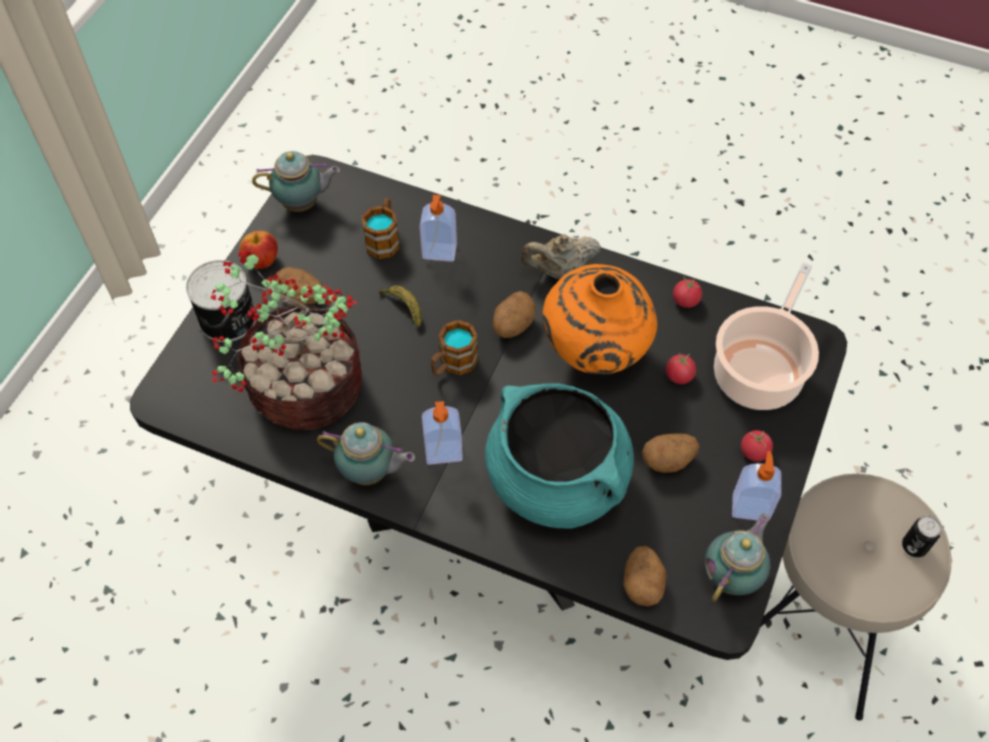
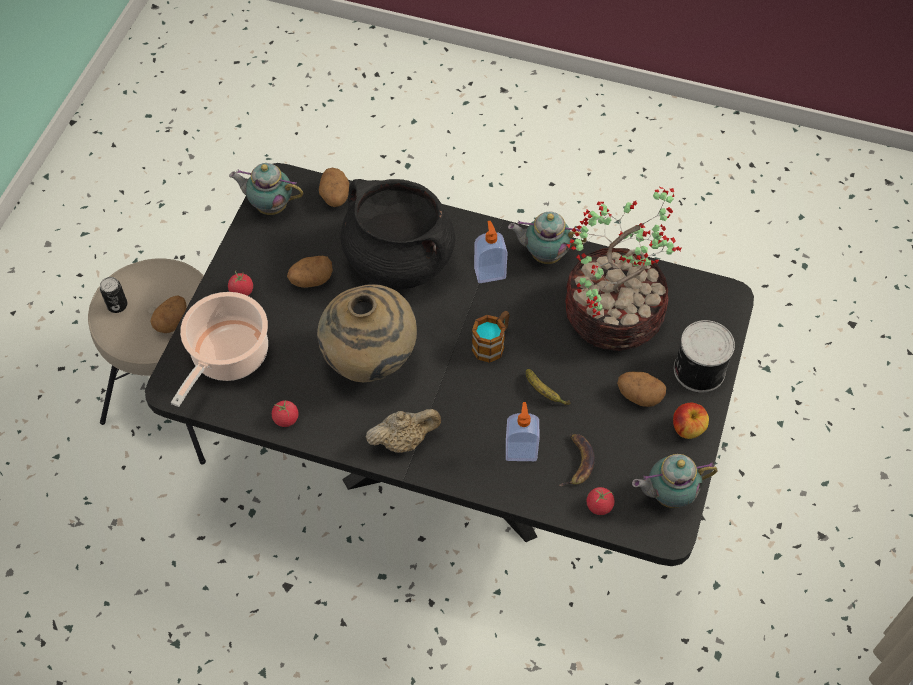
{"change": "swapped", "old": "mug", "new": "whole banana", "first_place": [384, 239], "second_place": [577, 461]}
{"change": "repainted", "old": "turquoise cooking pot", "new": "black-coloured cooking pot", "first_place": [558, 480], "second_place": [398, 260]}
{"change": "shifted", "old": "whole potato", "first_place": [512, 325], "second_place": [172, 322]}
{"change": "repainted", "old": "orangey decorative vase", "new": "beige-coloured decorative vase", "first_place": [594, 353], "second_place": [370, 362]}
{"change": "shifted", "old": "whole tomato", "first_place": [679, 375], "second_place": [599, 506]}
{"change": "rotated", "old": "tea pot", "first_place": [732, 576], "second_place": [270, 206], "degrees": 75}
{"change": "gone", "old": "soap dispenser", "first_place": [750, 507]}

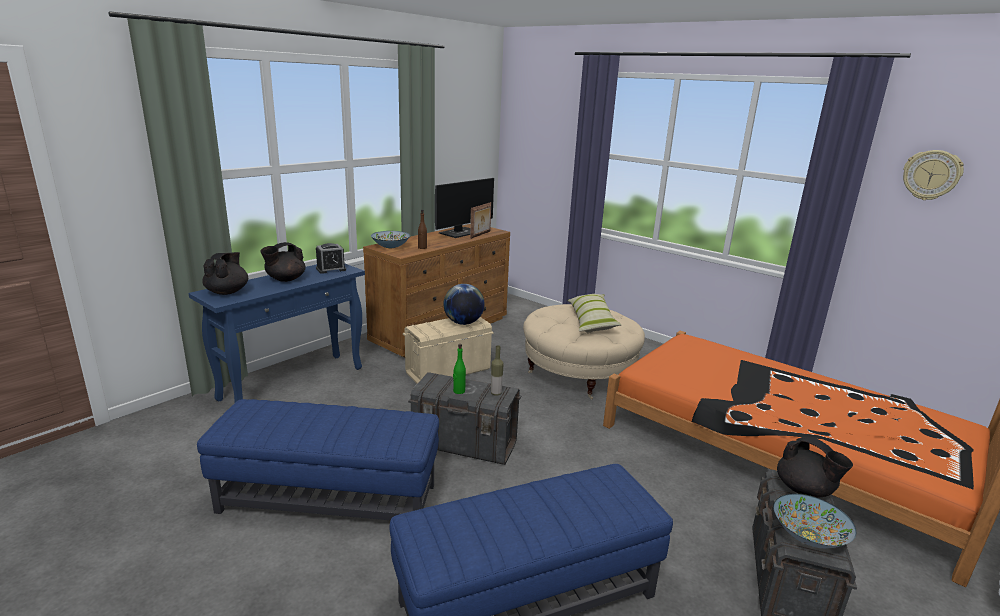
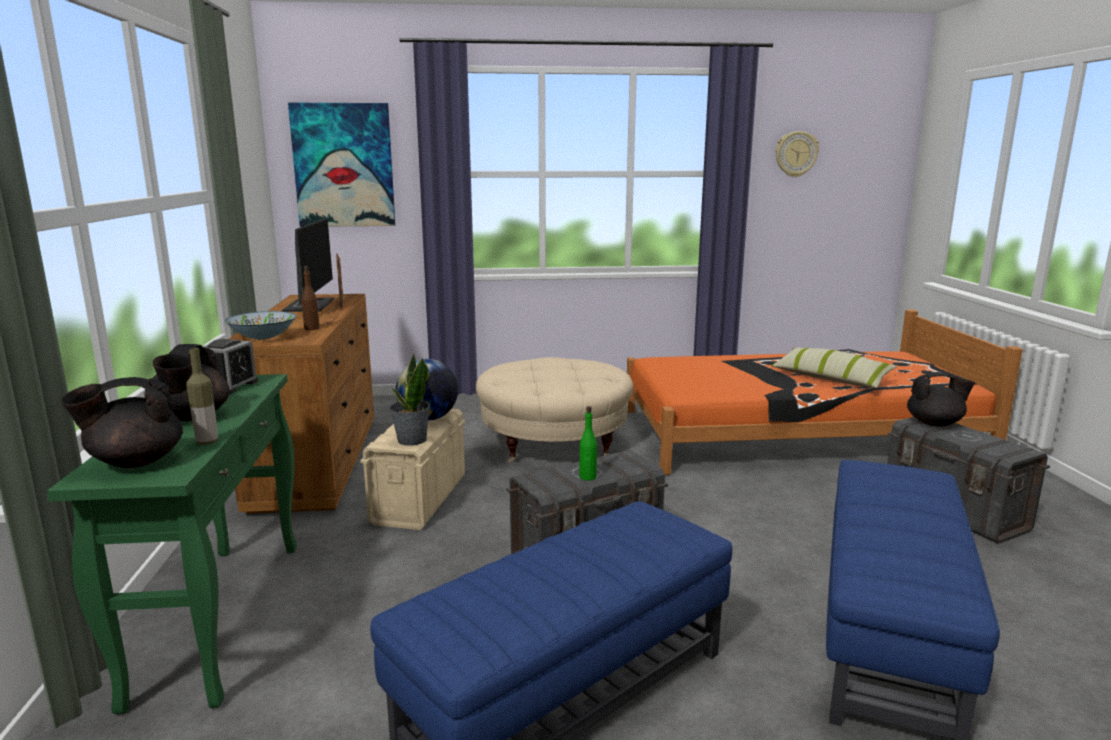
{"change": "repainted", "old": "blue-coloured console table", "new": "greenish console table", "first_place": [293, 383], "second_place": [221, 616]}
{"change": "rotated", "old": "black-coloured tea pot", "first_place": [227, 292], "second_place": [135, 461], "degrees": -75}
{"change": "shifted", "old": "beverage bottle", "first_place": [496, 393], "second_place": [207, 442]}
{"change": "shifted", "old": "pillow", "first_place": [591, 321], "second_place": [831, 378]}
{"change": "gone", "old": "deep dish", "first_place": [808, 536]}
{"change": "new", "new": "picture", "second_place": [343, 165]}
{"change": "new", "new": "potted plant", "second_place": [411, 440]}

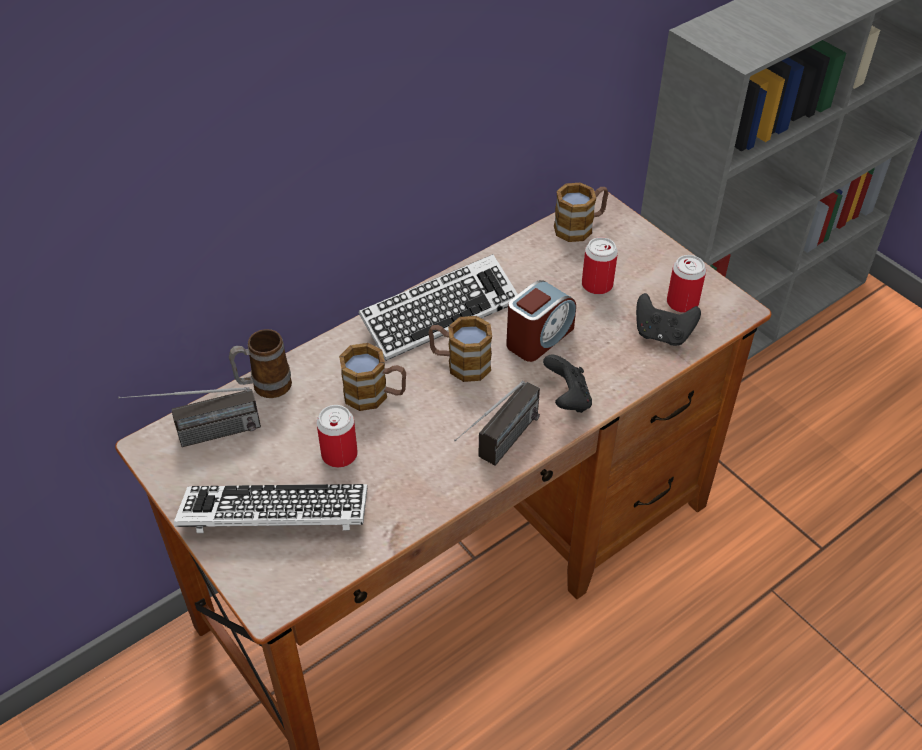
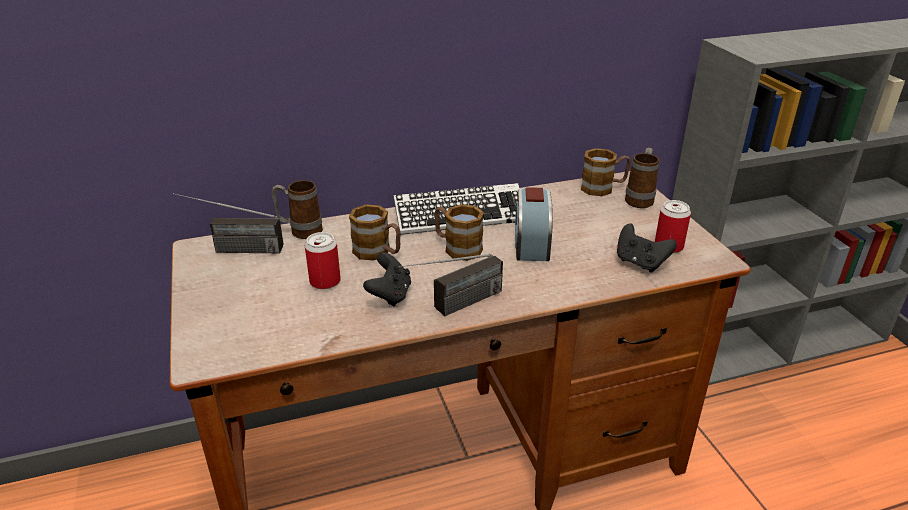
{"change": "gone", "old": "PC keyboard", "first_place": [275, 515]}
{"change": "rotated", "old": "bedside clock", "first_place": [539, 338], "second_place": [531, 244], "degrees": 120}
{"change": "shifted", "old": "black-coloured game controller", "first_place": [567, 399], "second_place": [390, 295]}
{"change": "gone", "old": "metal can", "first_place": [597, 285]}
{"change": "new", "new": "mug", "second_place": [640, 199]}

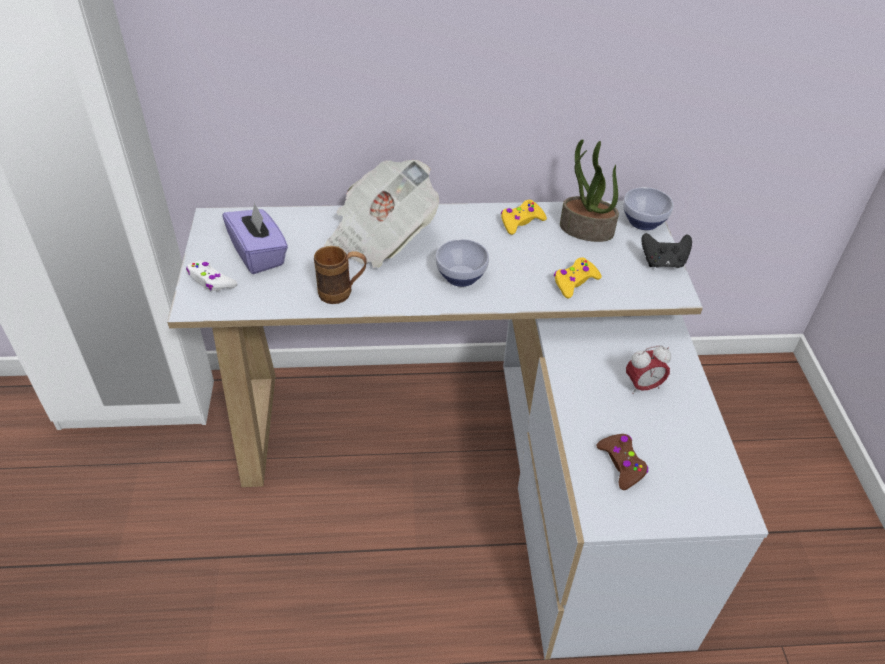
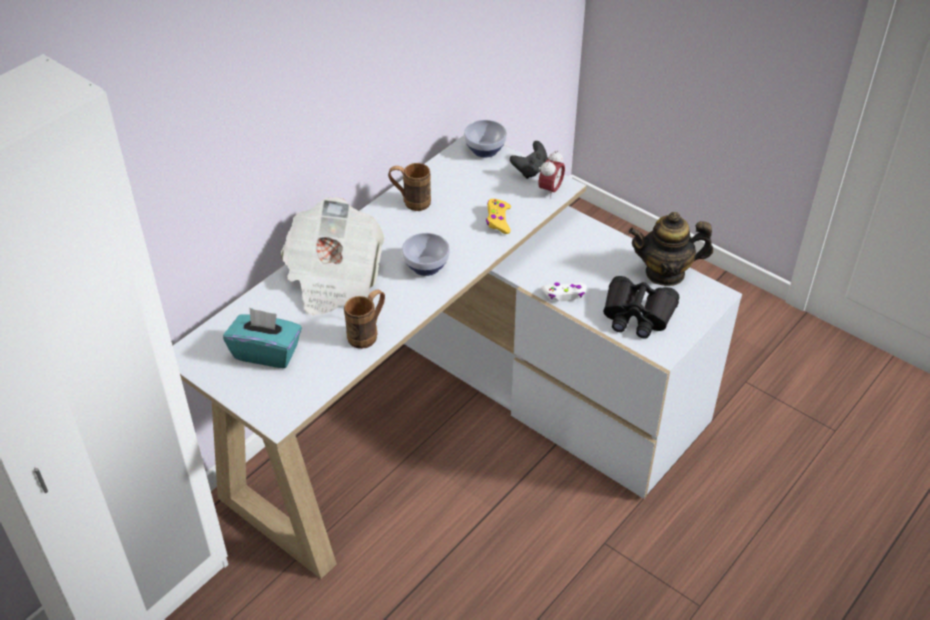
{"change": "shifted", "old": "white game controller", "first_place": [211, 281], "second_place": [564, 295]}
{"change": "repainted", "old": "purple-coloured box of tissues", "new": "turquoise box of tissues", "first_place": [259, 254], "second_place": [266, 352]}
{"change": "swapped", "old": "yellow-coloured game controller", "new": "brown-coloured mug", "first_place": [521, 222], "second_place": [410, 202]}
{"change": "gone", "old": "potted plant", "first_place": [585, 230]}
{"change": "swapped", "old": "brown-coloured game controller", "new": "black-coloured pair of binoculars", "first_place": [621, 464], "second_place": [637, 315]}
{"change": "shifted", "old": "bedside clock", "first_place": [642, 386], "second_place": [550, 190]}
{"change": "new", "new": "tea pot", "second_place": [665, 273]}

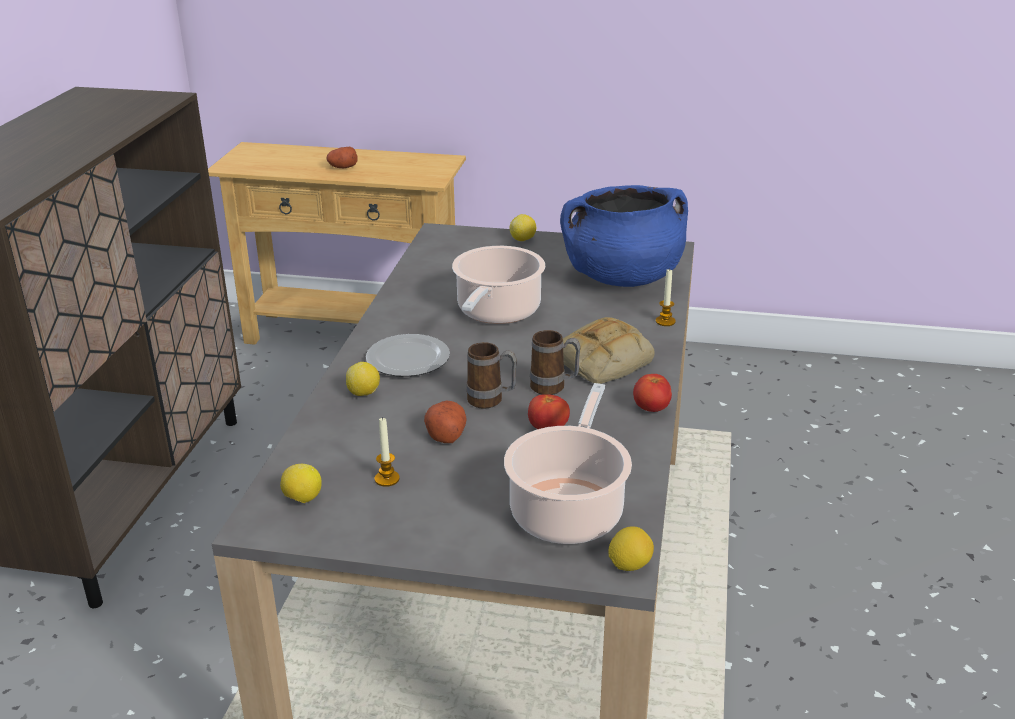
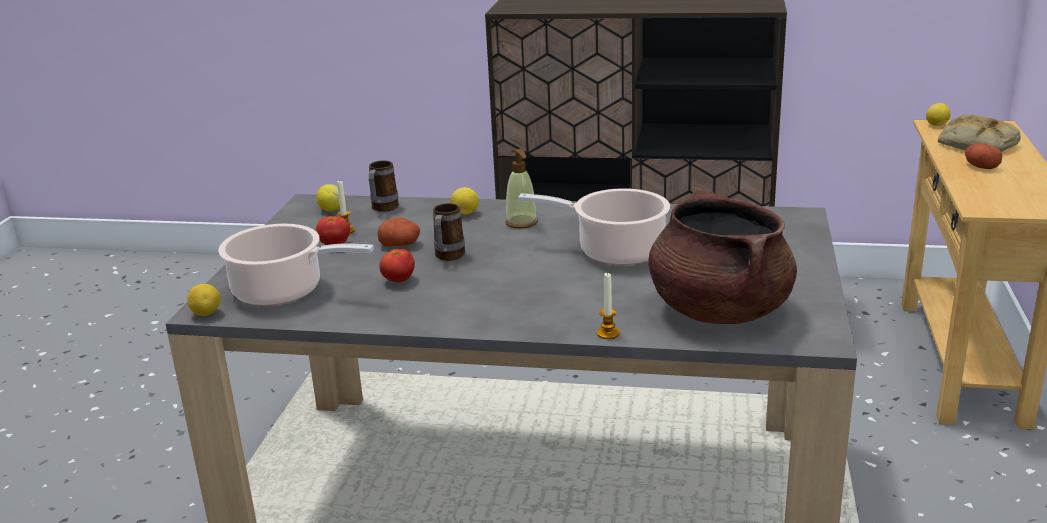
{"change": "swapped", "old": "flat dish", "new": "soap dispenser", "first_place": [407, 358], "second_place": [521, 223]}
{"change": "shifted", "old": "citrus fruit", "first_place": [523, 240], "second_place": [937, 125]}
{"change": "shifted", "old": "mug", "first_place": [554, 388], "second_place": [382, 209]}
{"change": "repainted", "old": "blue-coloured cooking pot", "new": "brown-coloured cooking pot", "first_place": [622, 277], "second_place": [718, 310]}
{"change": "shifted", "old": "bakery bread", "first_place": [603, 361], "second_place": [975, 144]}
{"change": "shifted", "old": "whole tomato", "first_place": [651, 409], "second_place": [334, 245]}

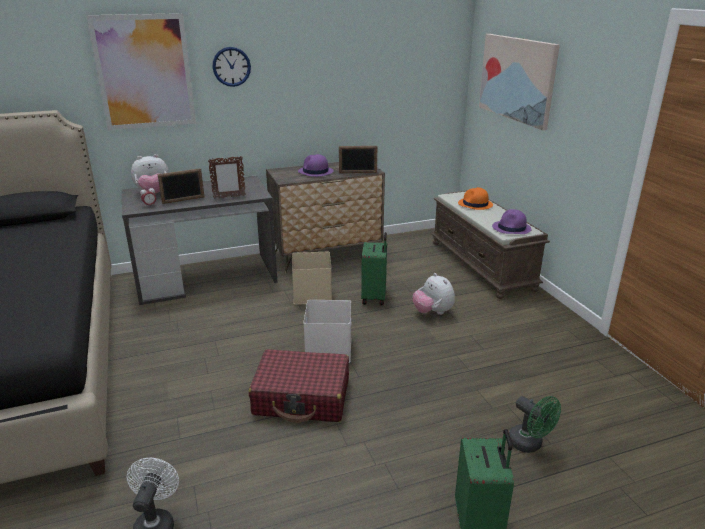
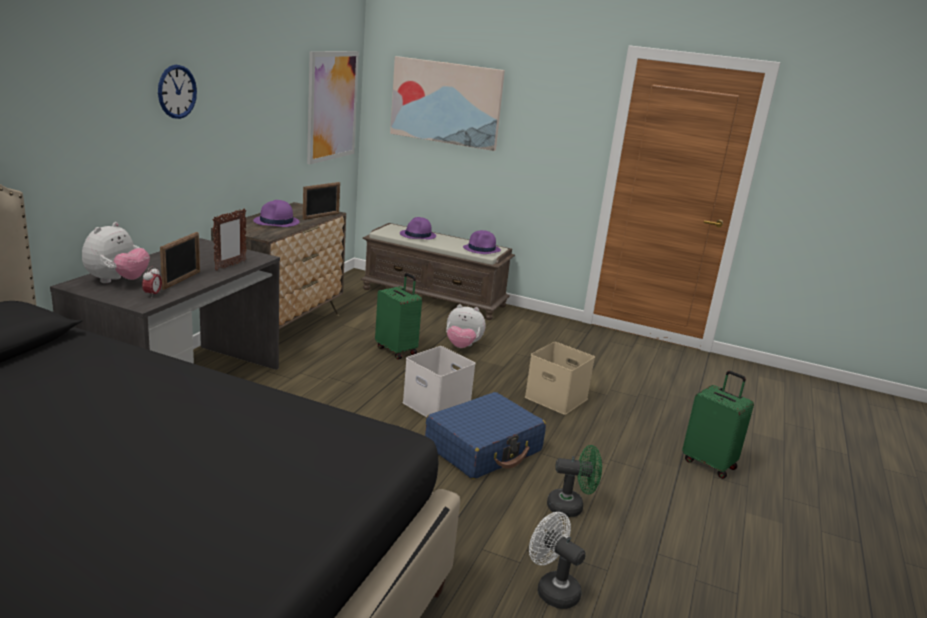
{"change": "shifted", "old": "picture", "first_place": [144, 72], "second_place": [332, 106]}
{"change": "repainted", "old": "red-coloured travel case", "new": "blue-coloured travel case", "first_place": [302, 397], "second_place": [484, 448]}
{"change": "shifted", "old": "beige-coloured storage container", "first_place": [313, 294], "second_place": [557, 398]}
{"change": "repainted", "old": "orangey clothing hat", "new": "purple-coloured clothing hat", "first_place": [475, 204], "second_place": [418, 235]}
{"change": "shifted", "old": "greenish fan", "first_place": [529, 444], "second_place": [571, 507]}

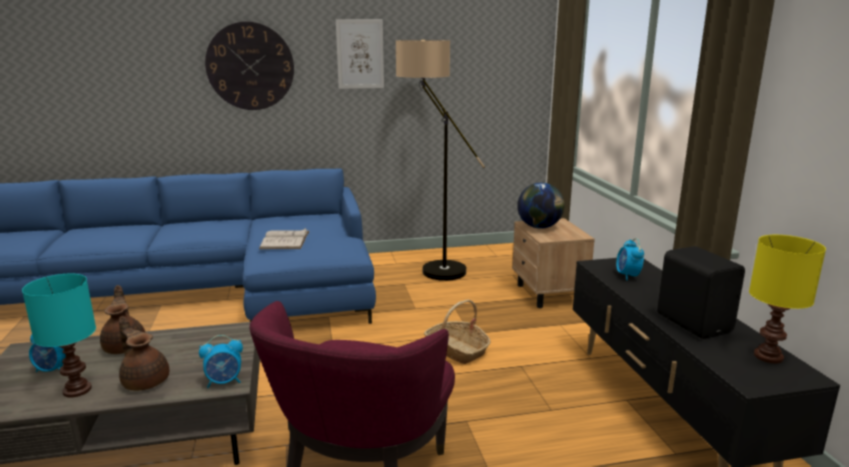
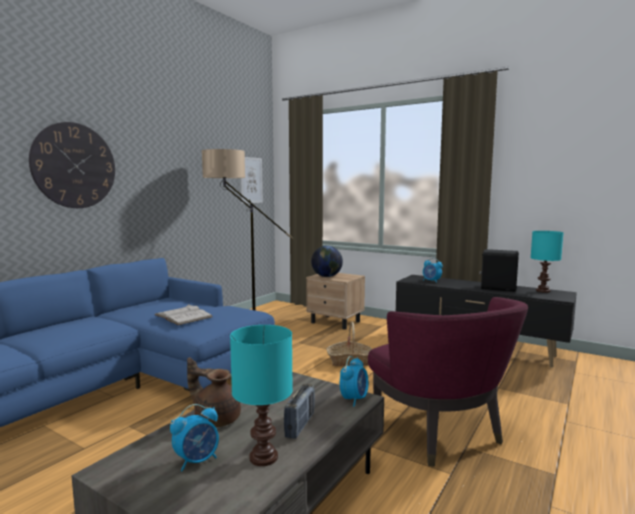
{"change": "swapped", "old": "brown-coloured tea pot", "new": "radio", "first_place": [145, 380], "second_place": [300, 425]}
{"change": "shifted", "old": "picture", "first_place": [360, 54], "second_place": [251, 180]}
{"change": "repainted", "old": "yellow-coloured tabletop lamp", "new": "turquoise tabletop lamp", "first_place": [768, 356], "second_place": [542, 291]}

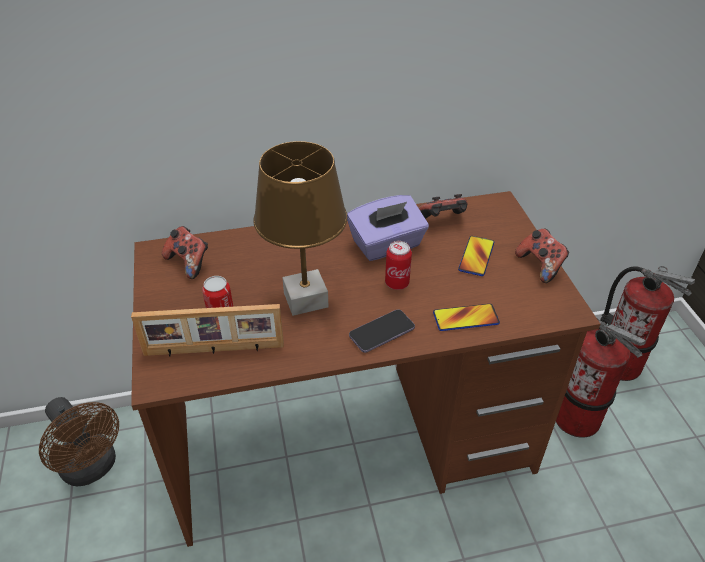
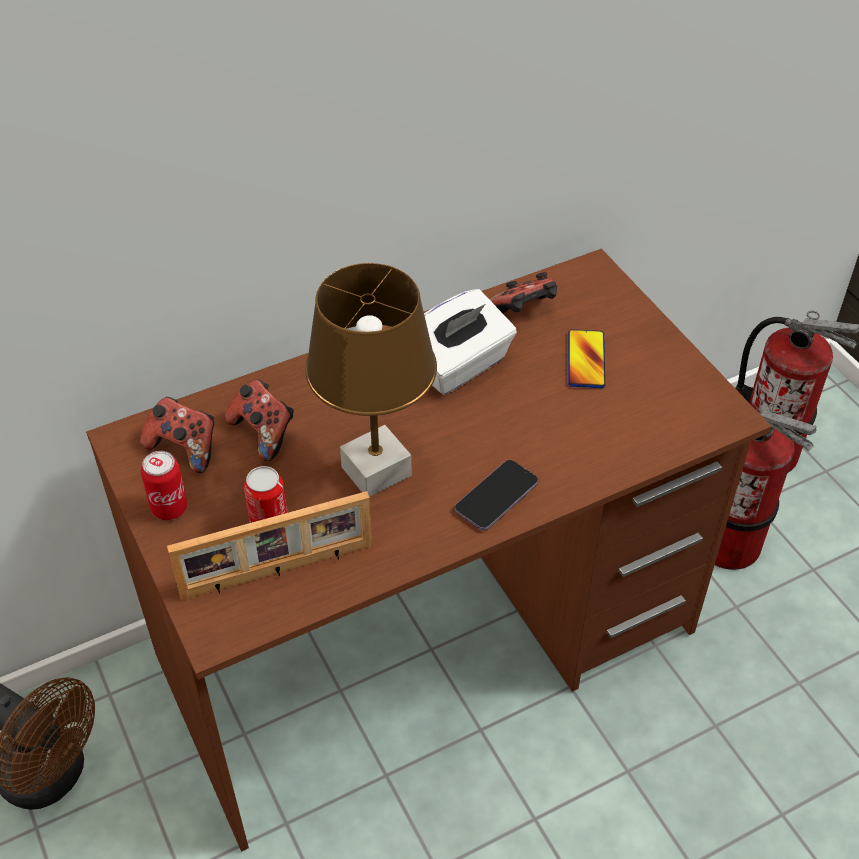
{"change": "repainted", "old": "purple-coloured box of tissues", "new": "white box of tissues", "first_place": [387, 245], "second_place": [458, 365]}
{"change": "shifted", "old": "metal can", "first_place": [397, 283], "second_place": [169, 508]}
{"change": "gone", "old": "telephone", "first_place": [465, 318]}
{"change": "shifted", "old": "game controller", "first_place": [540, 266], "second_place": [264, 433]}

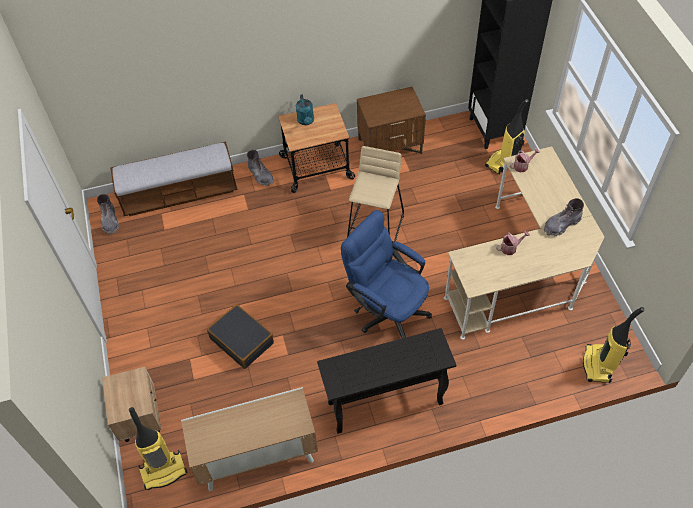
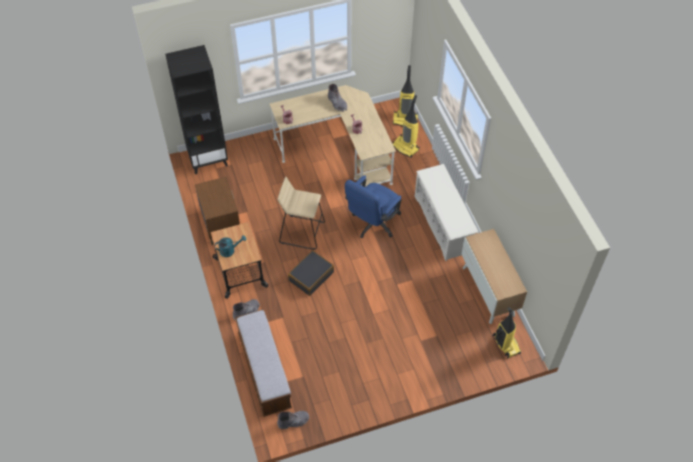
{"change": "gone", "old": "beige-coloured night table", "first_place": [140, 416]}
{"change": "shifted", "old": "black-coloured travel case", "first_place": [242, 340], "second_place": [311, 276]}
{"change": "swapped", "old": "black-coloured console table", "new": "white shoe shelf", "first_place": [384, 404], "second_place": [443, 224]}
{"change": "shifted", "old": "vacuum", "first_place": [503, 162], "second_place": [406, 147]}

